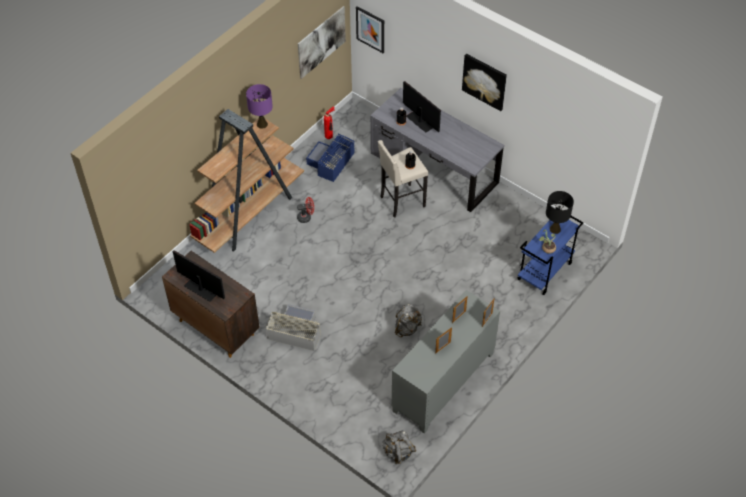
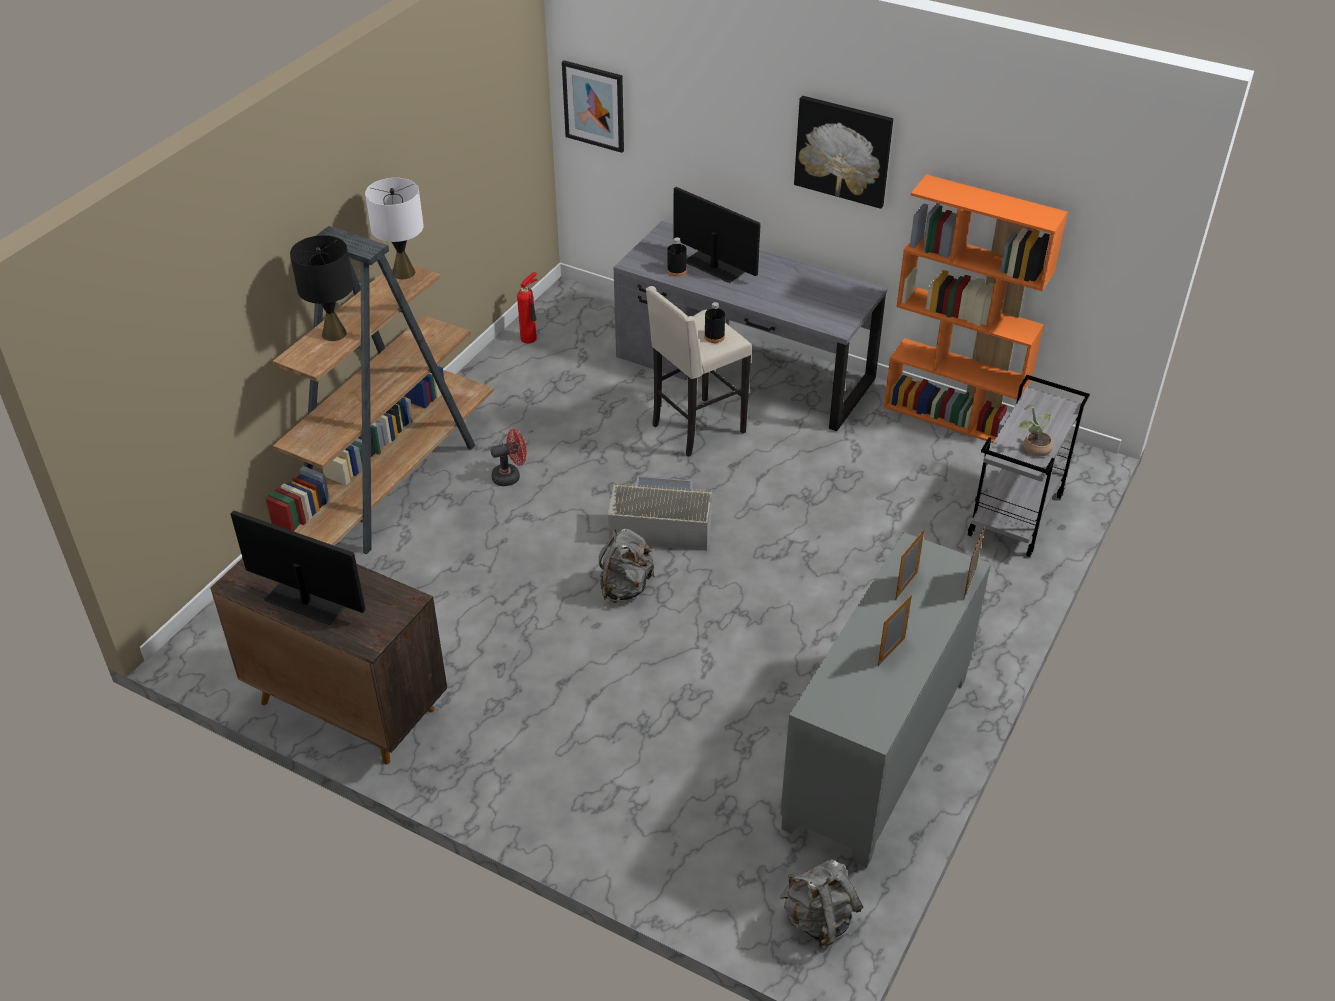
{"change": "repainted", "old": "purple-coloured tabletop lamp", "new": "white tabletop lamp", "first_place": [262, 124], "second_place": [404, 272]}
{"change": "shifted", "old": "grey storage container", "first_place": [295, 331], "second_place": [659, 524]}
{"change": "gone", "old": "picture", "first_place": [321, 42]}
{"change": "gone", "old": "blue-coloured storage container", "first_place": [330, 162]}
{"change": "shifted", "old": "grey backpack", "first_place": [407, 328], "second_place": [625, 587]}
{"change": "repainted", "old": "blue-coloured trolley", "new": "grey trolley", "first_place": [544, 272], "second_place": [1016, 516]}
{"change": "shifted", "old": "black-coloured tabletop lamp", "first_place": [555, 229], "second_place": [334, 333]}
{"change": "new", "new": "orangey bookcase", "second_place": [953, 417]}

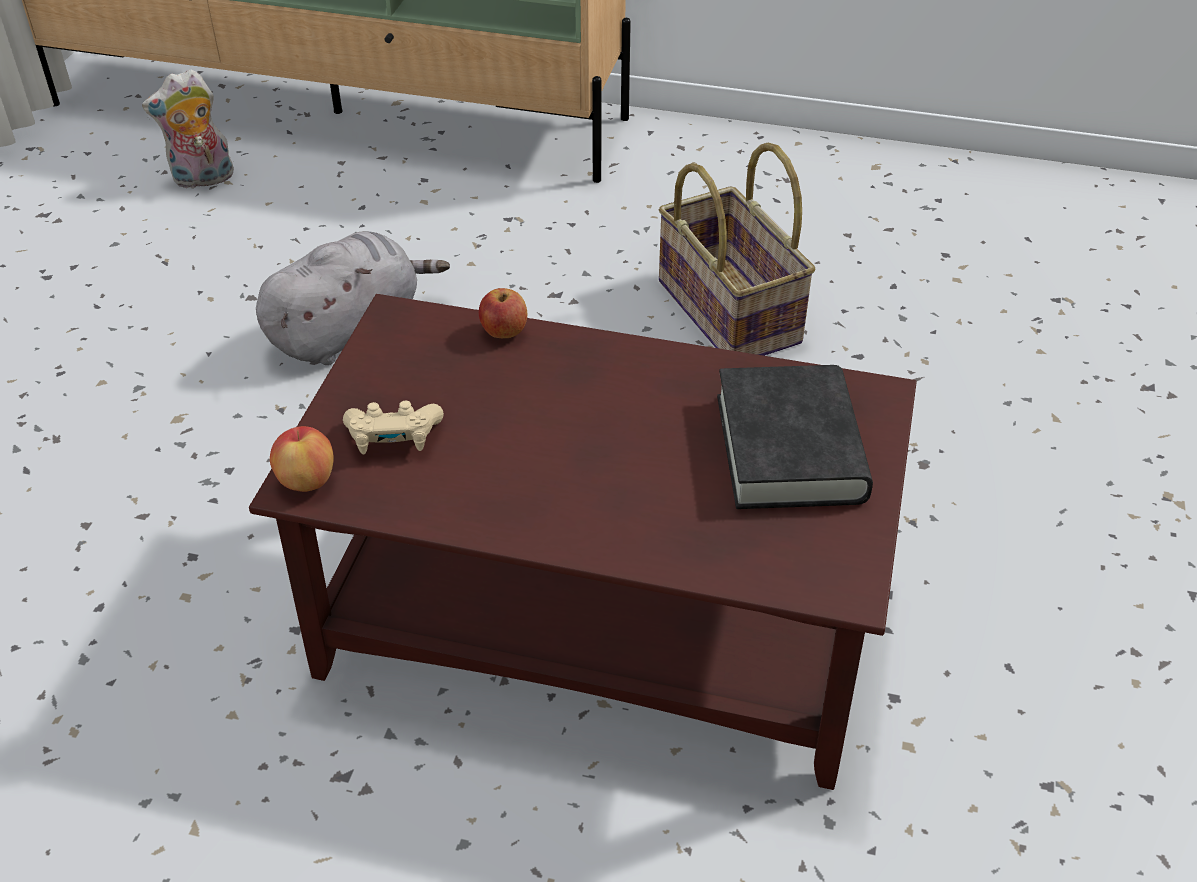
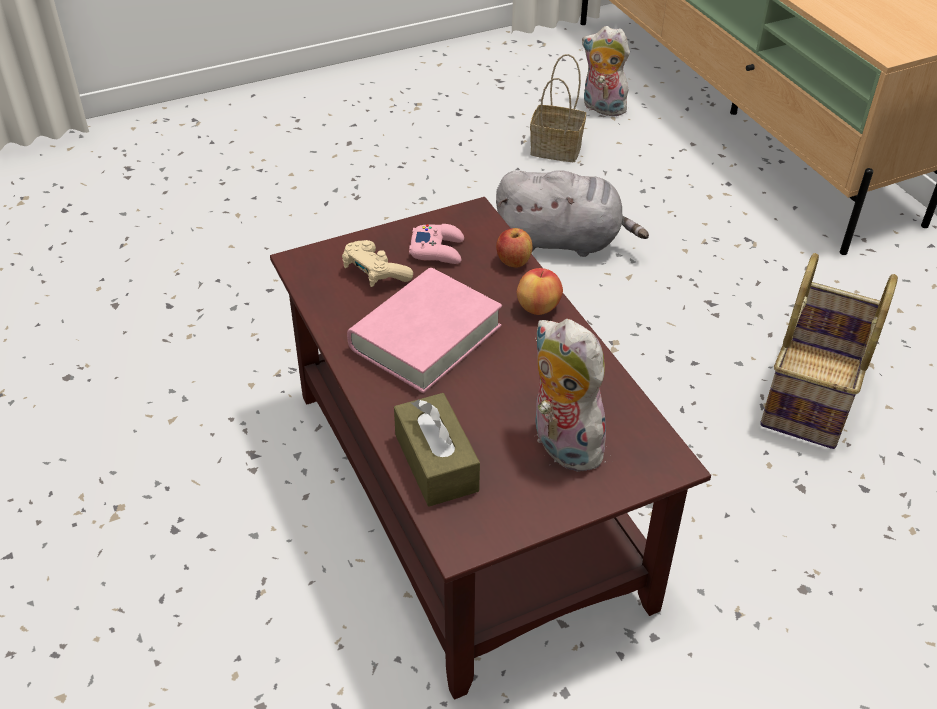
{"change": "shifted", "old": "apple", "first_place": [306, 480], "second_place": [538, 307]}
{"change": "swapped", "old": "black-coloured book", "new": "cuddly toy", "first_place": [790, 448], "second_place": [561, 444]}
{"change": "new", "new": "pink book", "second_place": [425, 337]}
{"change": "new", "new": "brown-coloured box of tissues", "second_place": [436, 462]}
{"change": "new", "new": "pink game controller", "second_place": [438, 250]}
{"change": "new", "new": "storage basket", "second_place": [558, 149]}

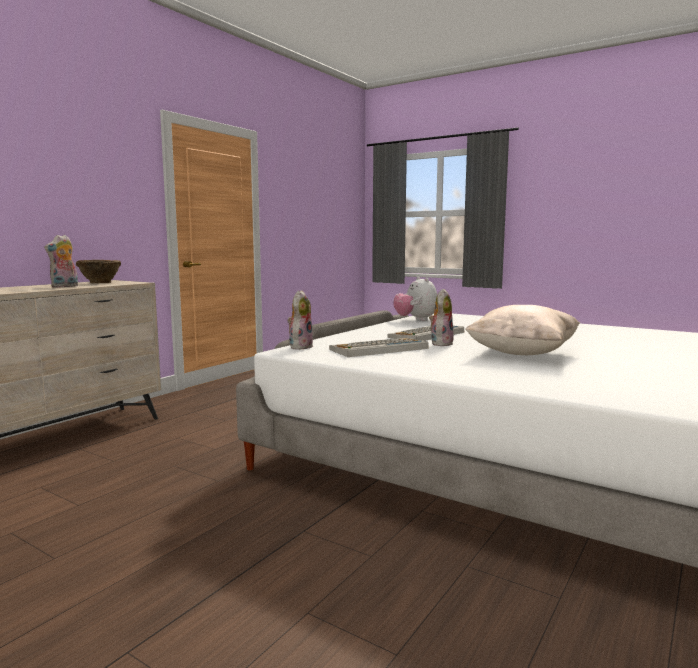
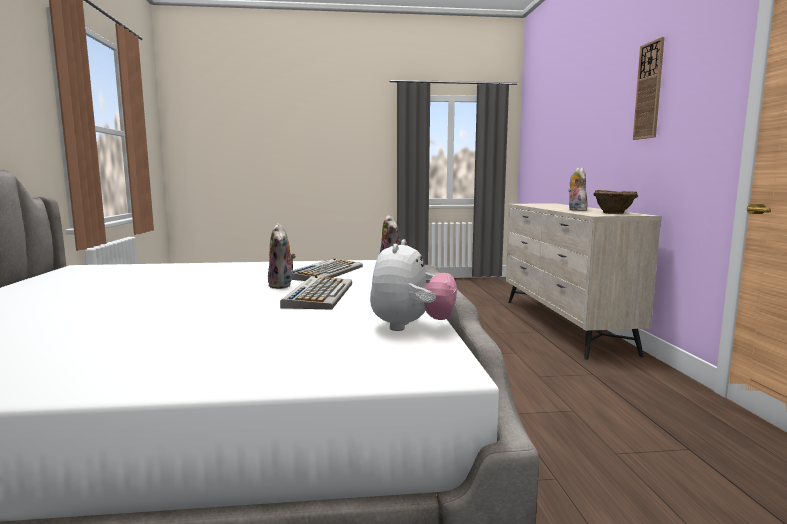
{"change": "rotated", "old": "cuddly toy", "first_place": [416, 320], "second_place": [411, 327], "degrees": 75}
{"change": "gone", "old": "beige-coloured pillow", "first_place": [522, 353]}
{"change": "new", "new": "clock on the wall", "second_place": [649, 91]}

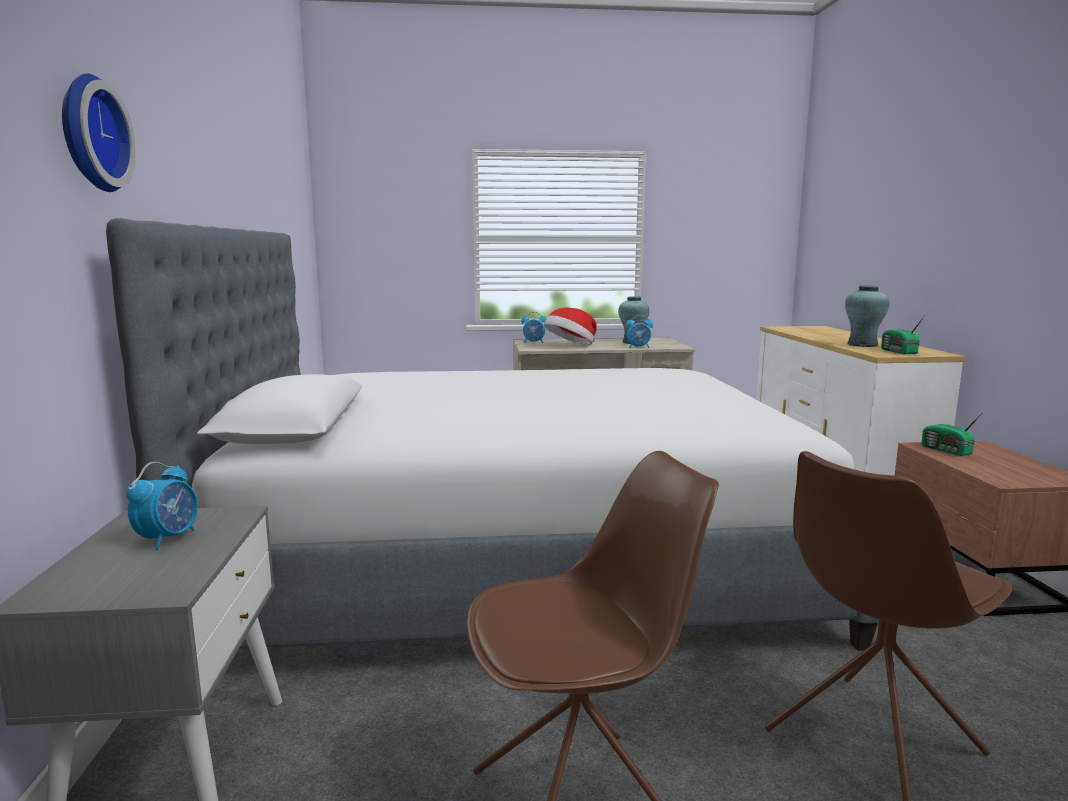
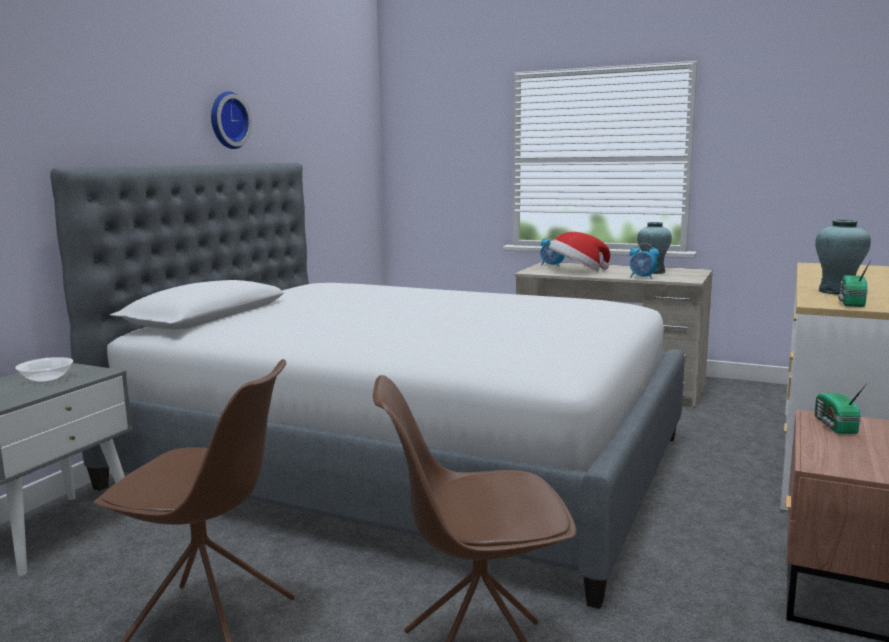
{"change": "shifted", "old": "clock on the wall", "first_place": [89, 134], "second_place": [227, 120]}
{"change": "swapped", "old": "bedside clock", "new": "deep dish", "first_place": [168, 538], "second_place": [46, 379]}

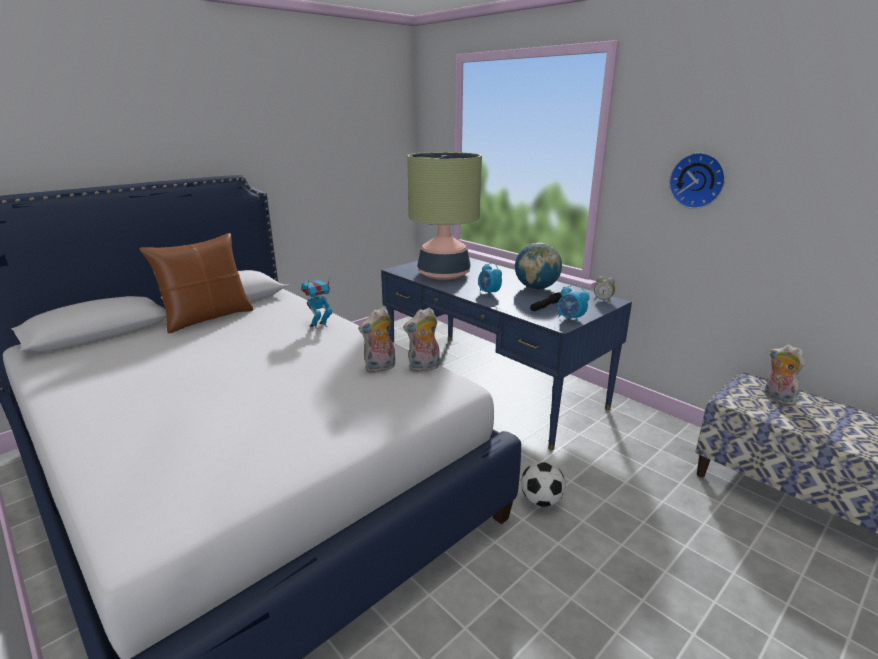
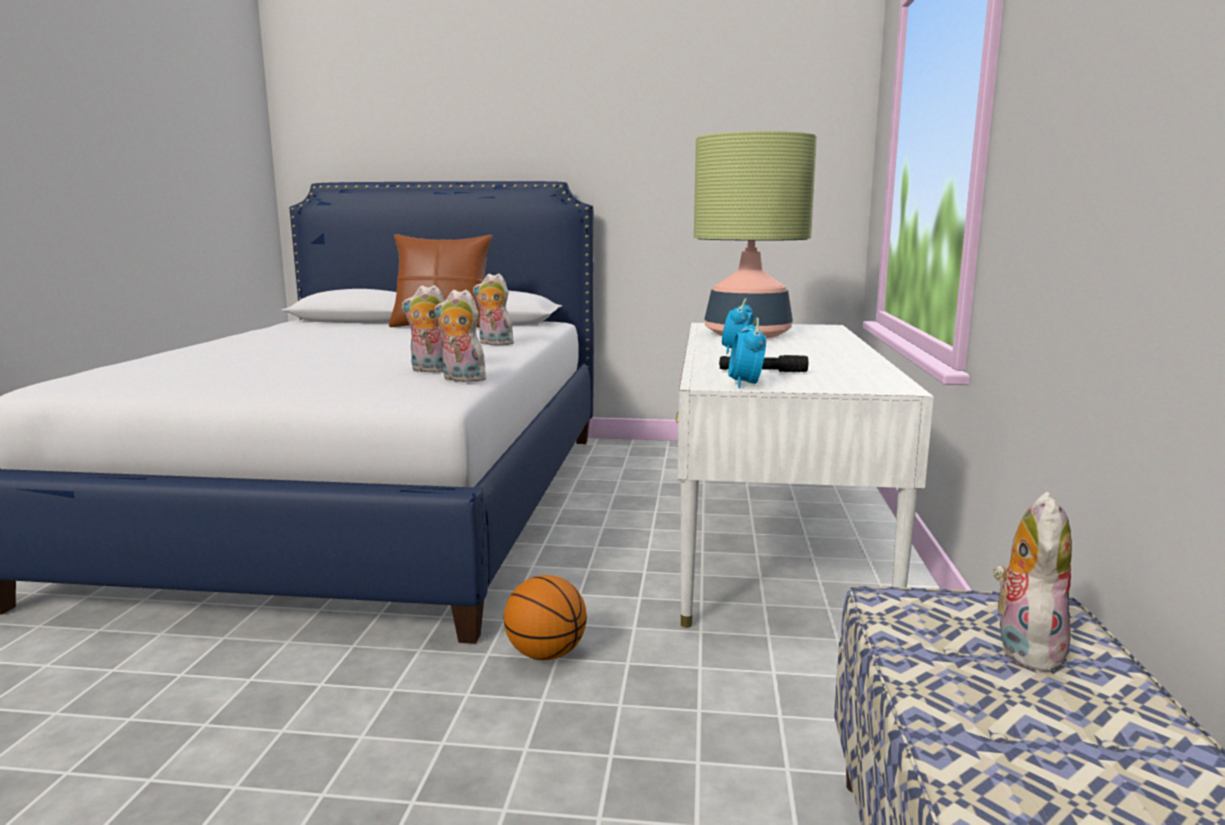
{"change": "swapped", "old": "model robot", "new": "cuddly toy", "first_place": [319, 326], "second_place": [494, 344]}
{"change": "repainted", "old": "blue-coloured desk", "new": "white desk", "first_place": [491, 384], "second_place": [771, 538]}
{"change": "gone", "old": "globe", "first_place": [536, 288]}
{"change": "swapped", "old": "football ball", "new": "basketball ball", "first_place": [541, 501], "second_place": [546, 654]}
{"change": "gone", "old": "bedside clock", "first_place": [603, 300]}
{"change": "gone", "old": "clock on the wall", "first_place": [698, 180]}

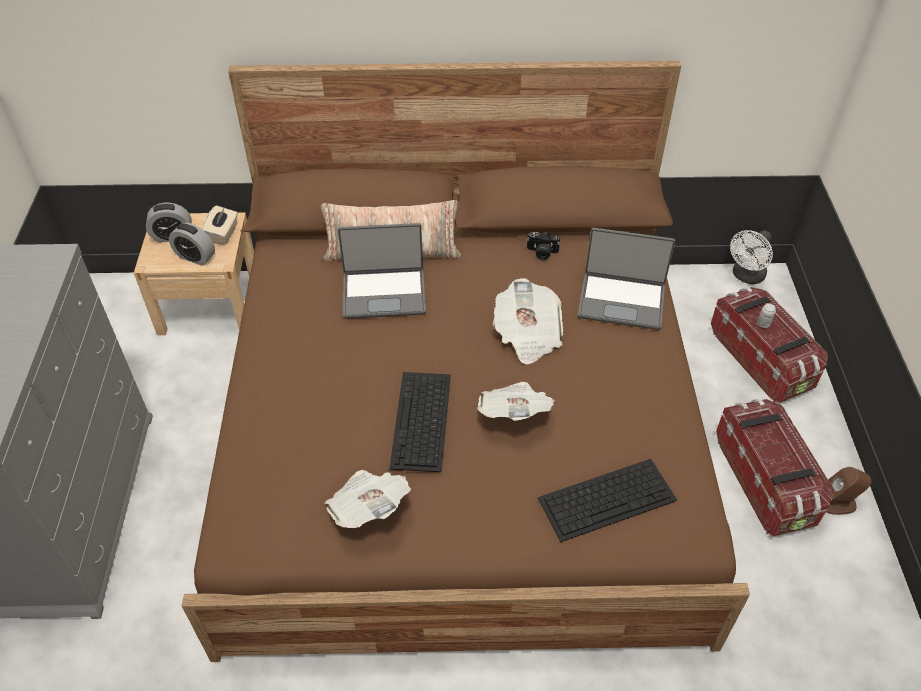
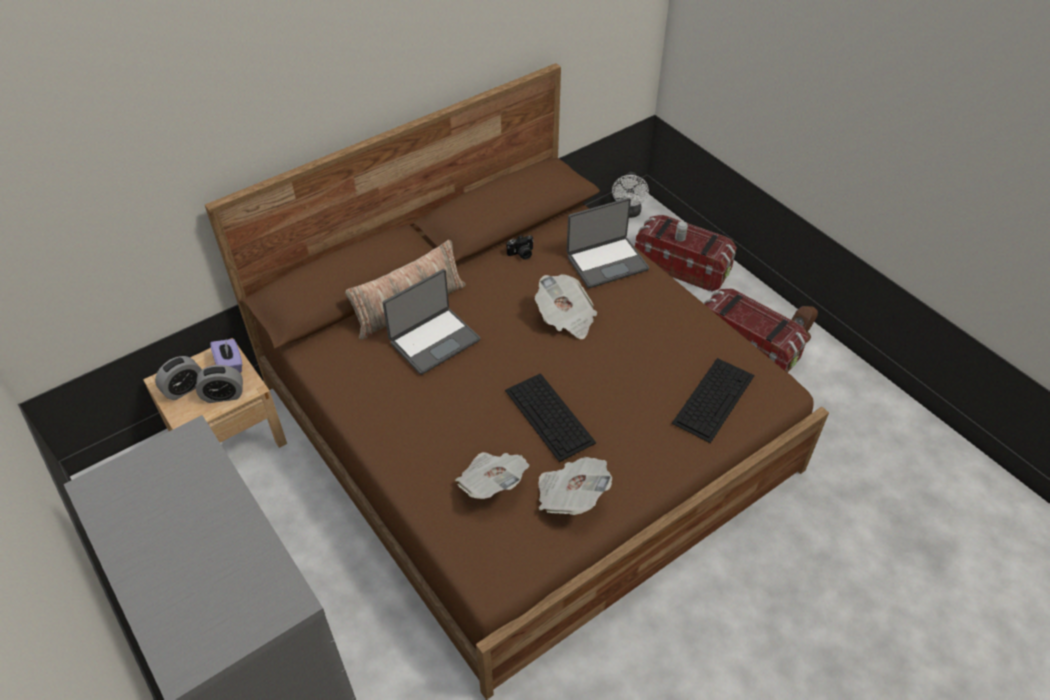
{"change": "repainted", "old": "beige-coloured box of tissues", "new": "purple-coloured box of tissues", "first_place": [223, 234], "second_place": [230, 364]}
{"change": "shifted", "old": "printed paper", "first_place": [514, 413], "second_place": [492, 483]}

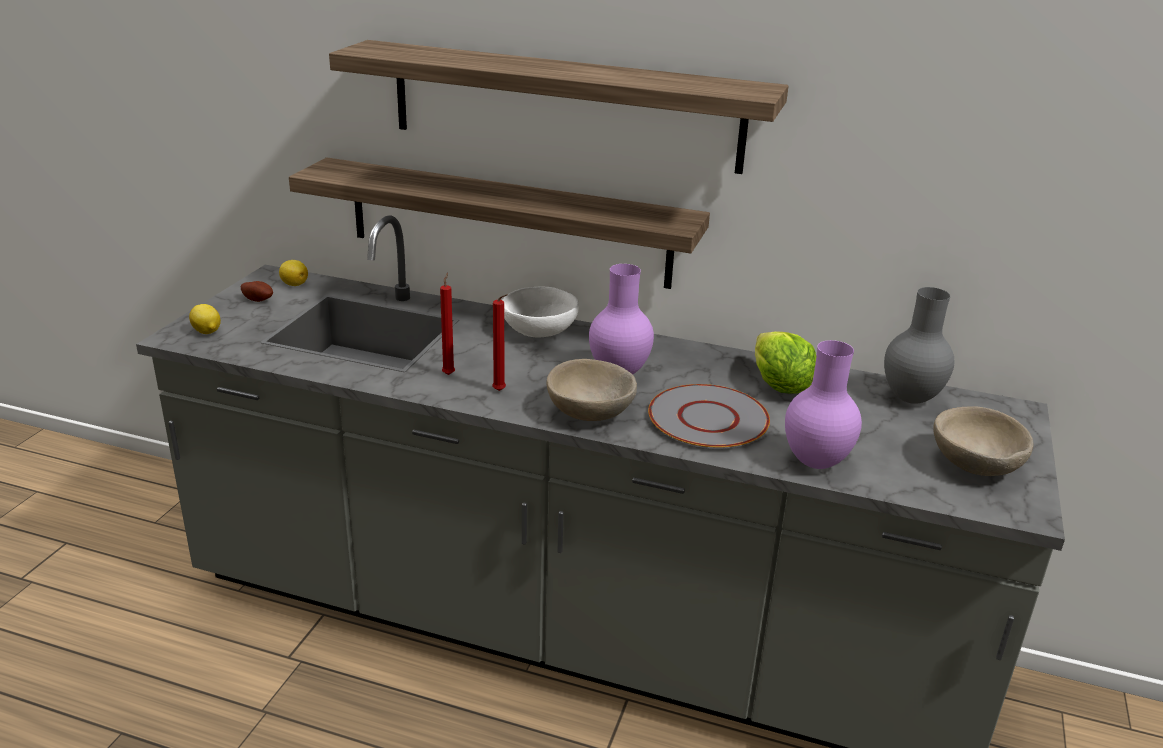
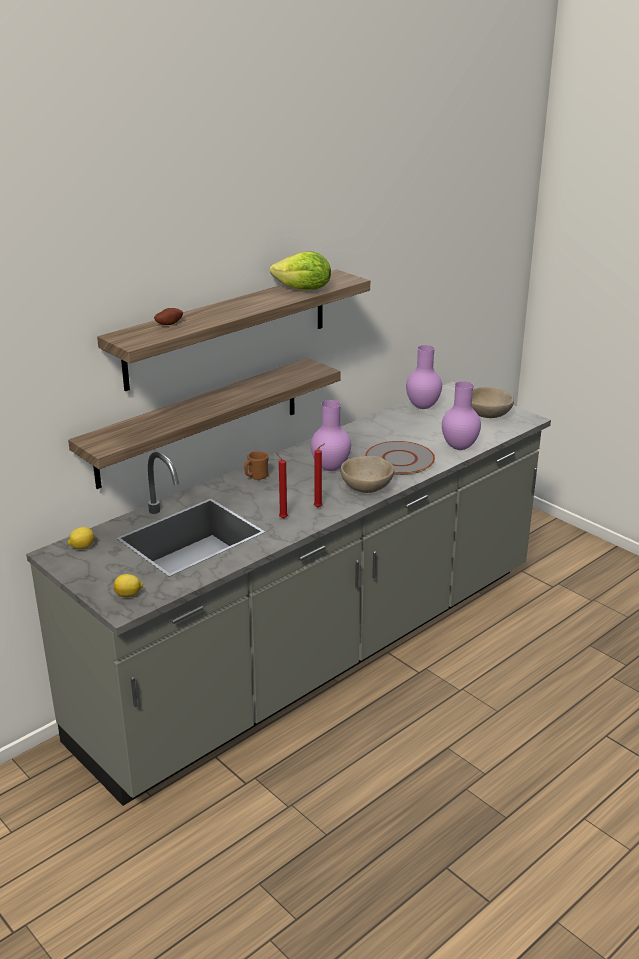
{"change": "shifted", "old": "whole potato", "first_place": [258, 300], "second_place": [169, 324]}
{"change": "swapped", "old": "white deep dish", "new": "brown-coloured mug", "first_place": [540, 331], "second_place": [256, 477]}
{"change": "shifted", "old": "head of lettuce", "first_place": [779, 386], "second_place": [304, 290]}
{"change": "repainted", "old": "grey decorative vase", "new": "purple-coloured decorative vase", "first_place": [911, 398], "second_place": [422, 406]}

